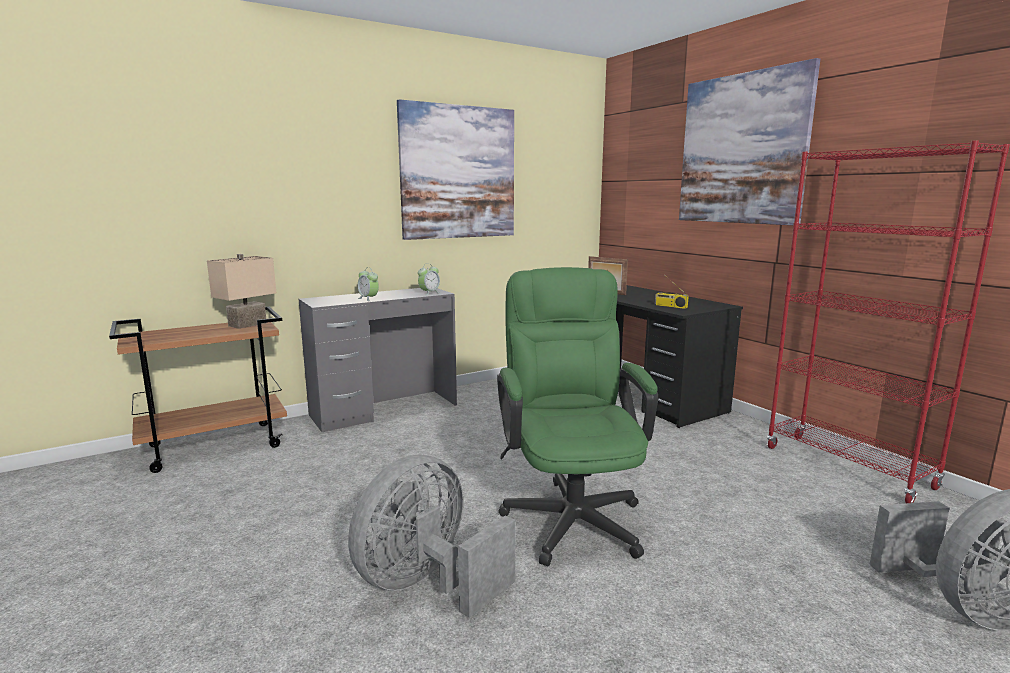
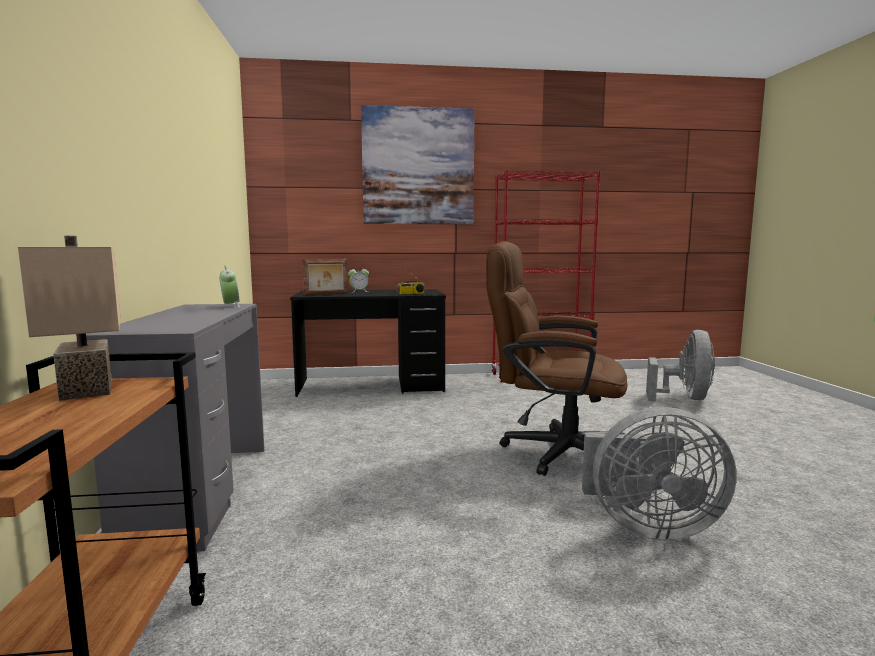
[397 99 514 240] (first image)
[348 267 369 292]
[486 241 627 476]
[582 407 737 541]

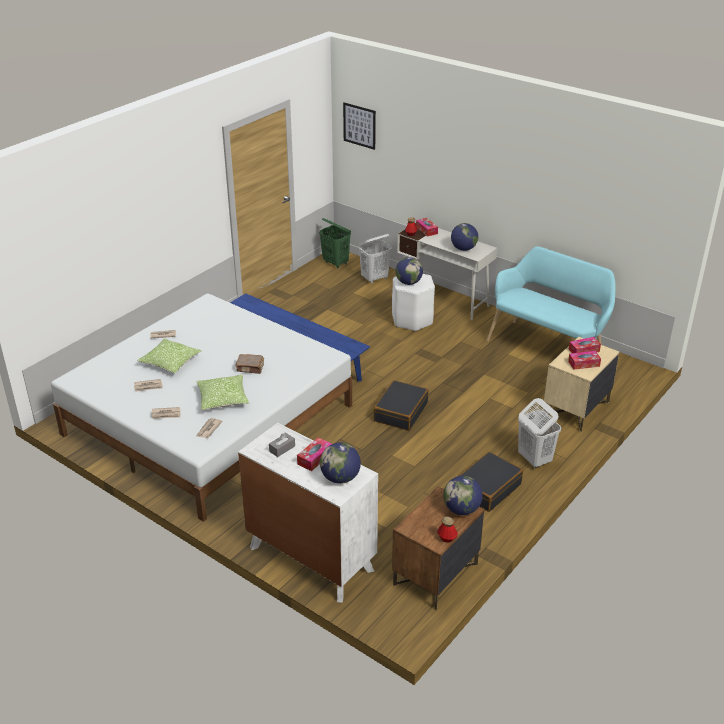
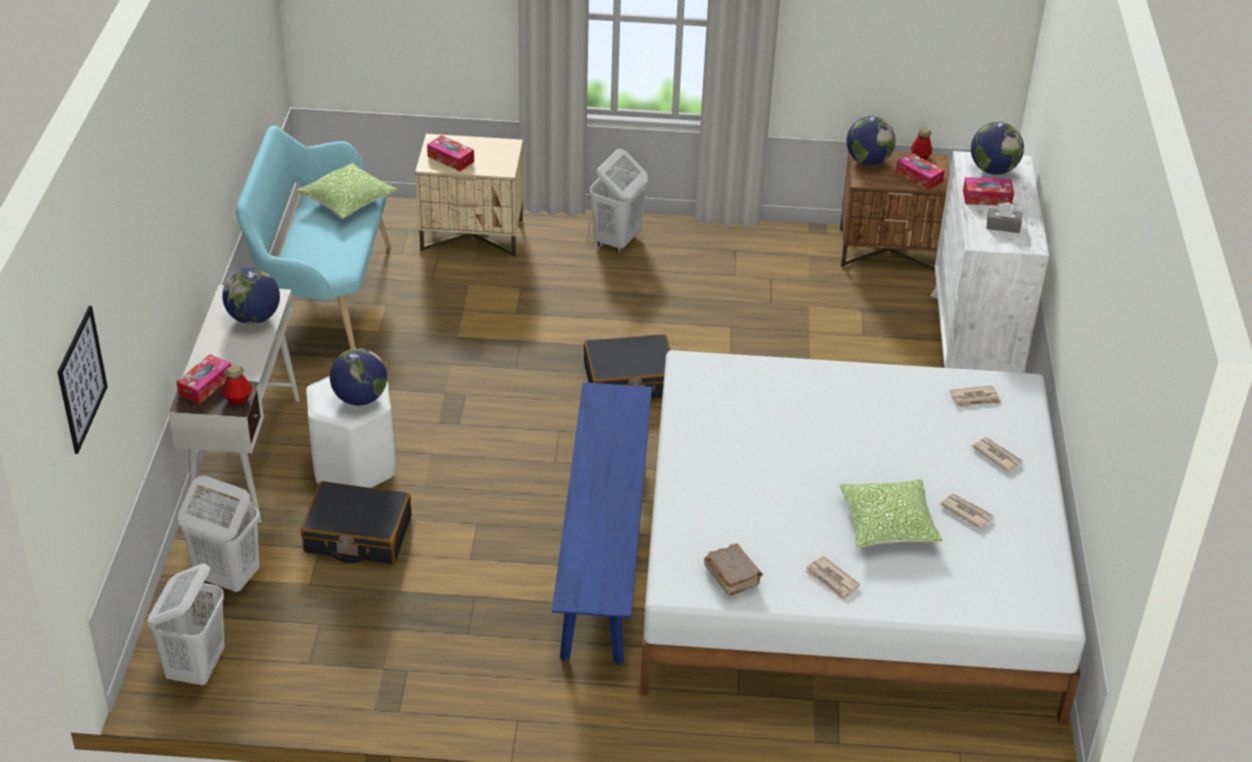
[148 563 225 686]
[896 153 945 191]
[704 544 763 595]
[296 162 397 219]
[301 481 412 565]

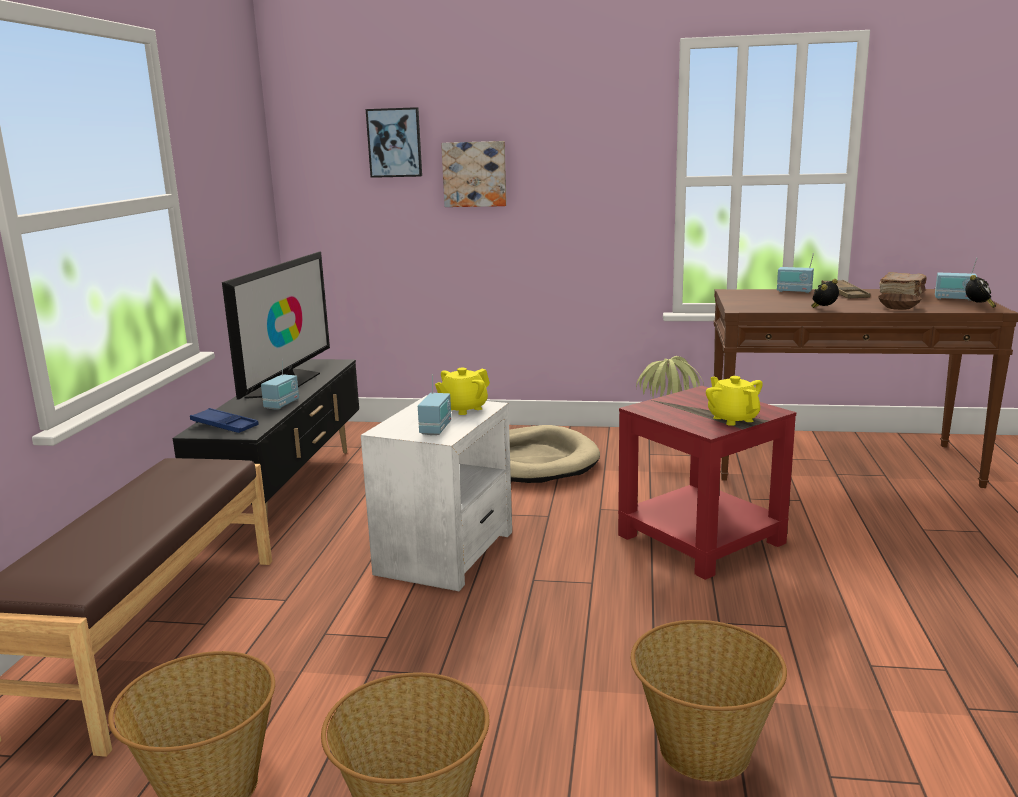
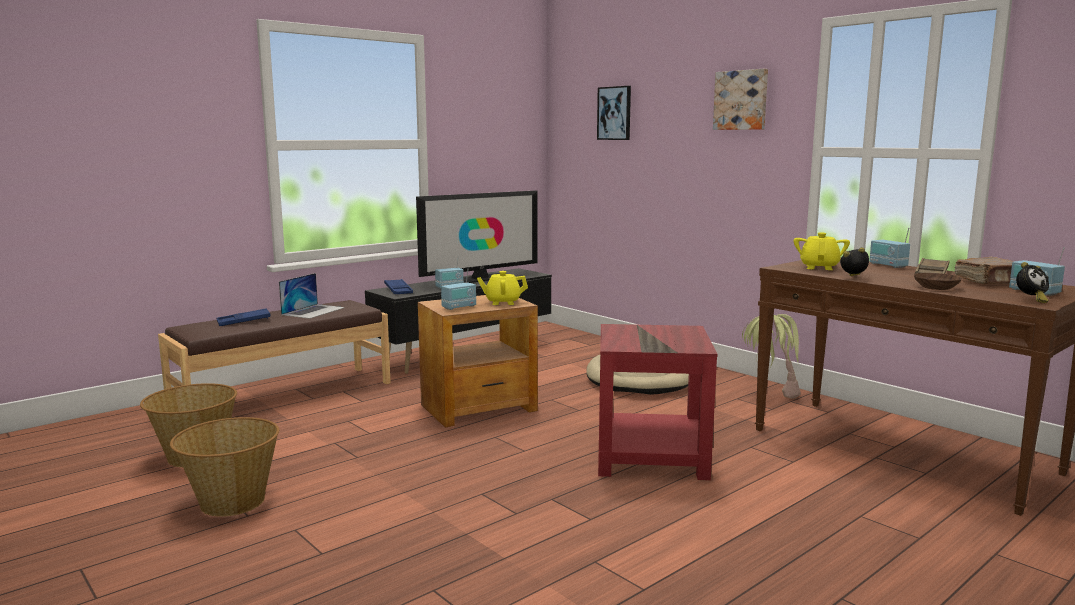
[713 69 768 130]
[794 232 850 270]
[418 295 538 427]
[631 620 787 782] (first image)
[279 273 345 319]
[216 308 271 326]

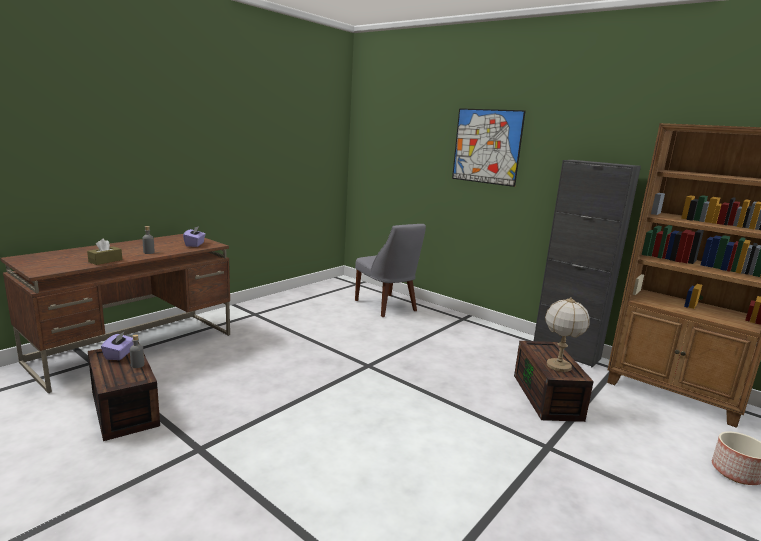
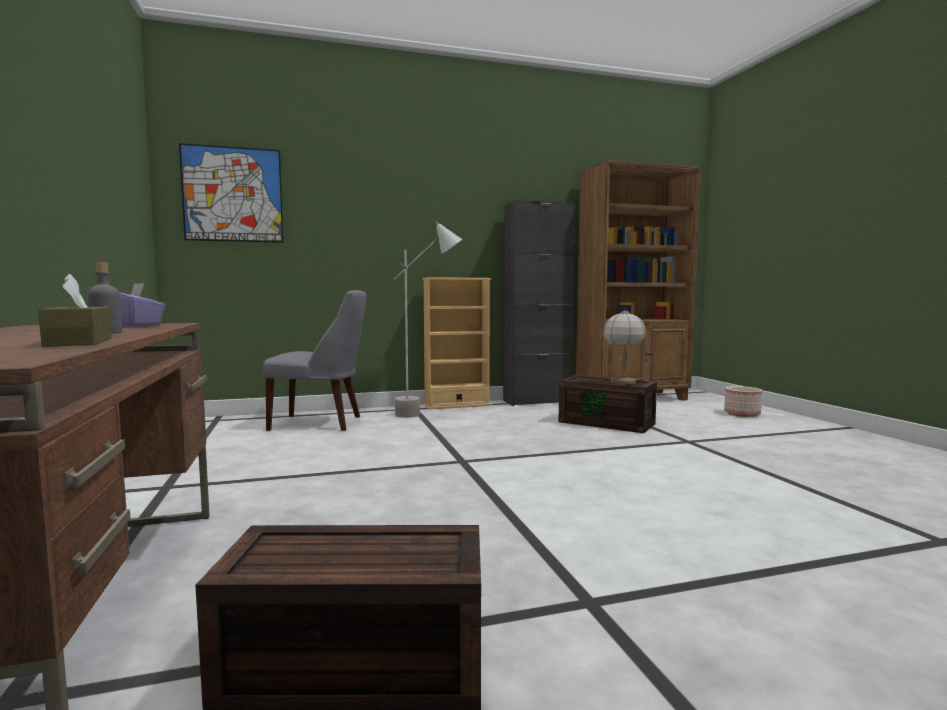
[179 143 283 243]
[101 332 134 360] (first image)
[130 335 145 368] (first image)
[394 221 463 418]
[422 277 491 410]

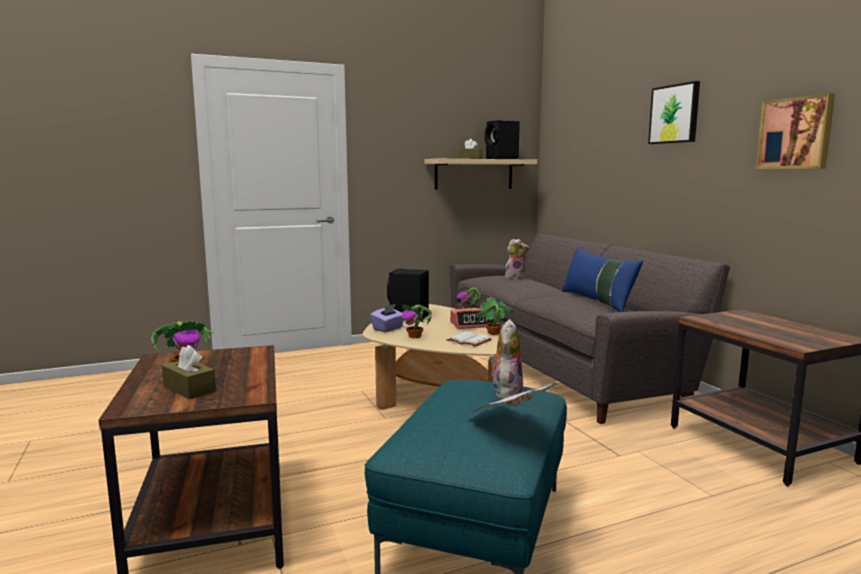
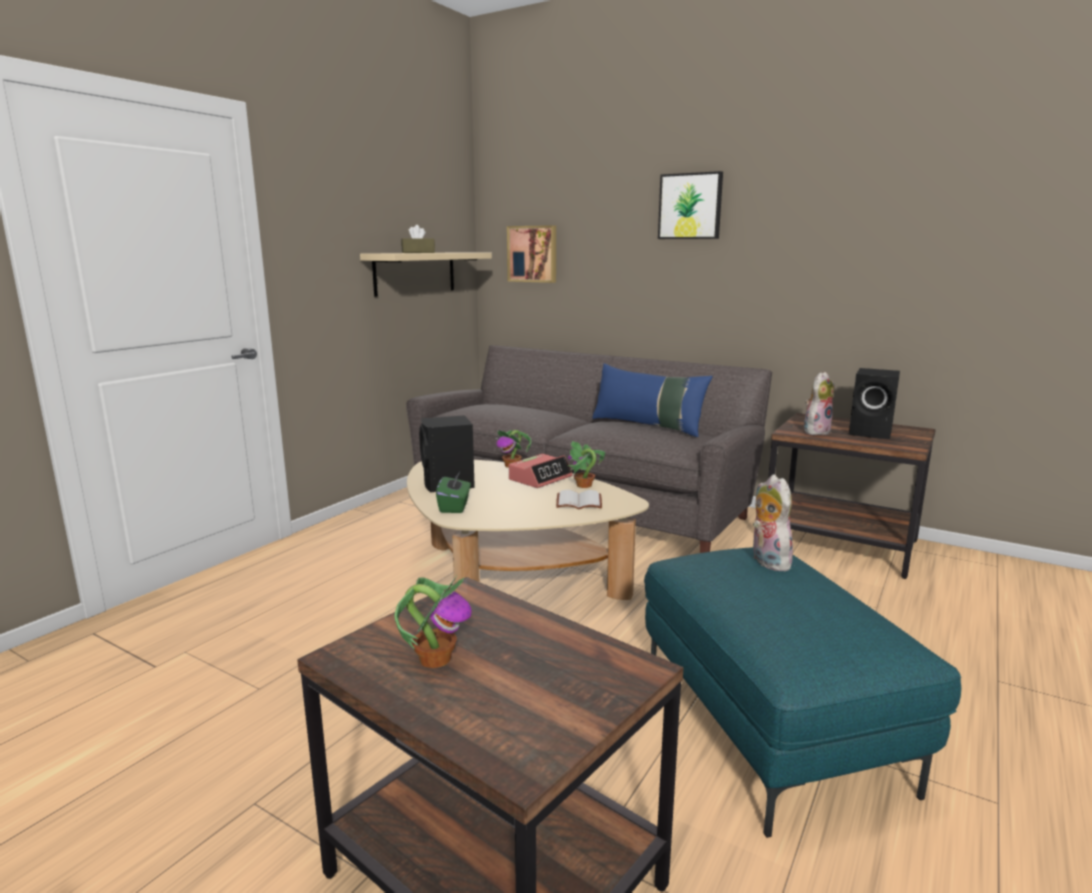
[507 225 556 283]
[849 368 900 439]
[804 372 835 435]
[436 472 471 513]
[401 304 432 338] (first image)
[162 345 216 400] (first image)
[468 383 560 414] (first image)

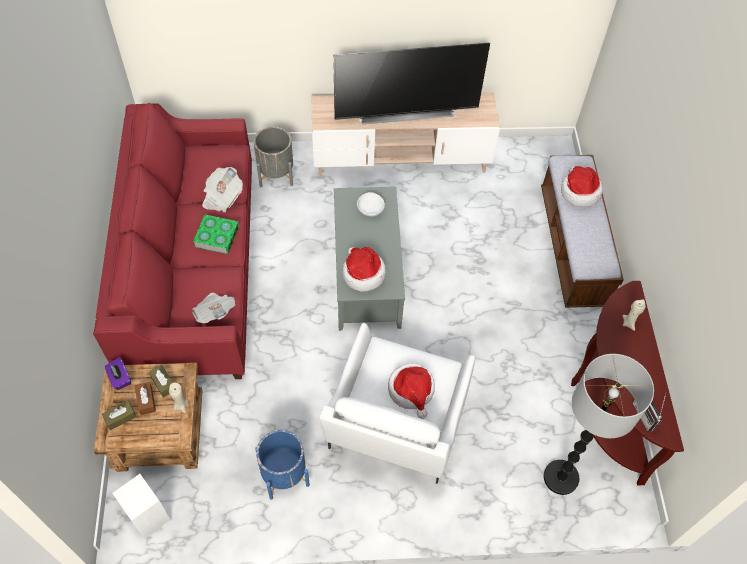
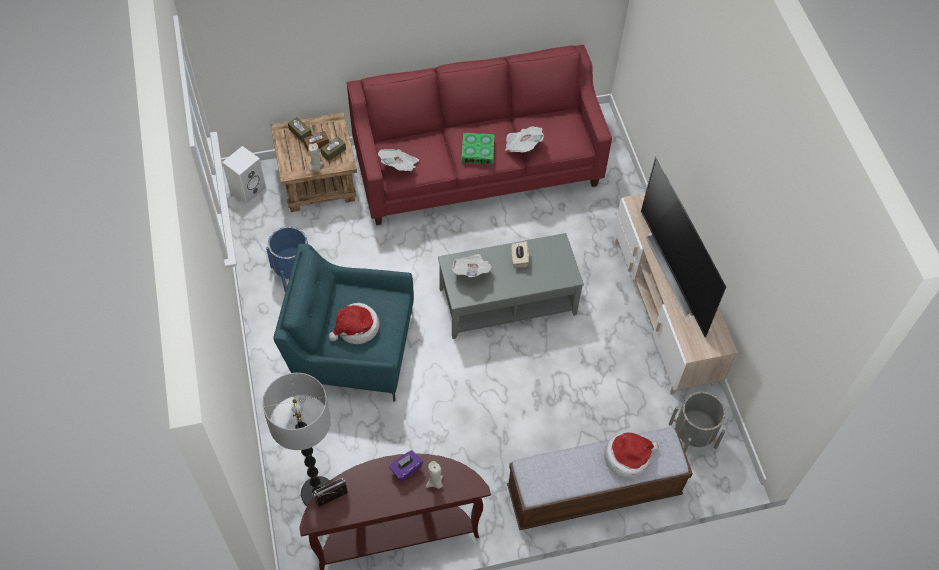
[669 392 726 453]
[357 192 385 216] (first image)
[452 254 492 277]
[273 244 414 402]
[389 450 423 481]
[512 242 529 267]

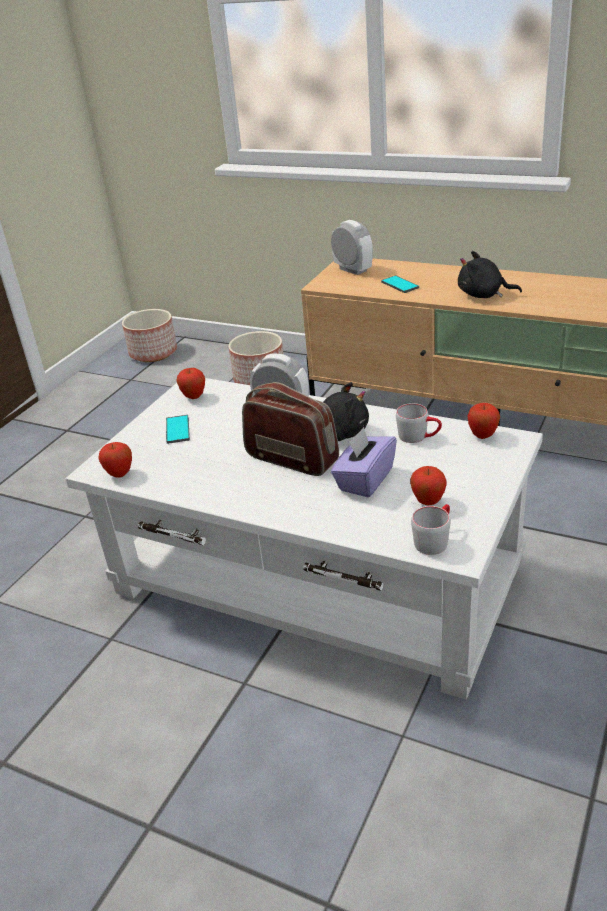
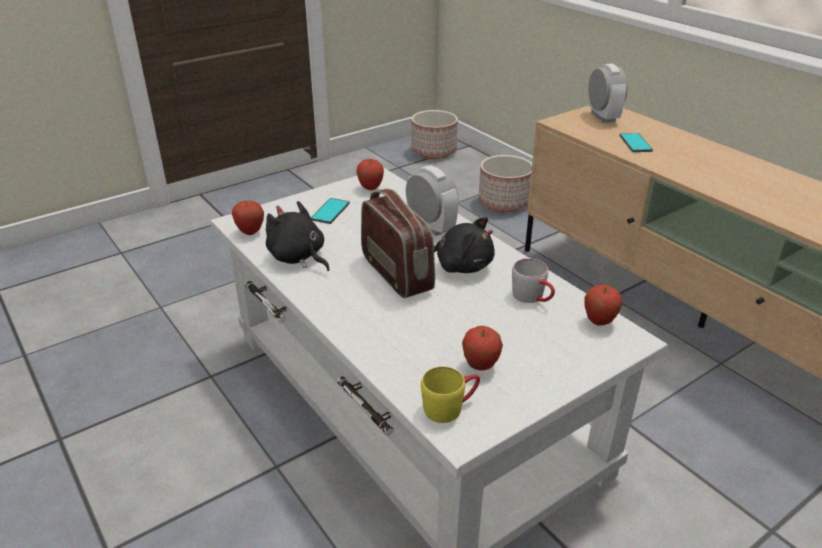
[266 201 329 271]
[331 427 397 497] (first image)
[421 366 480 423]

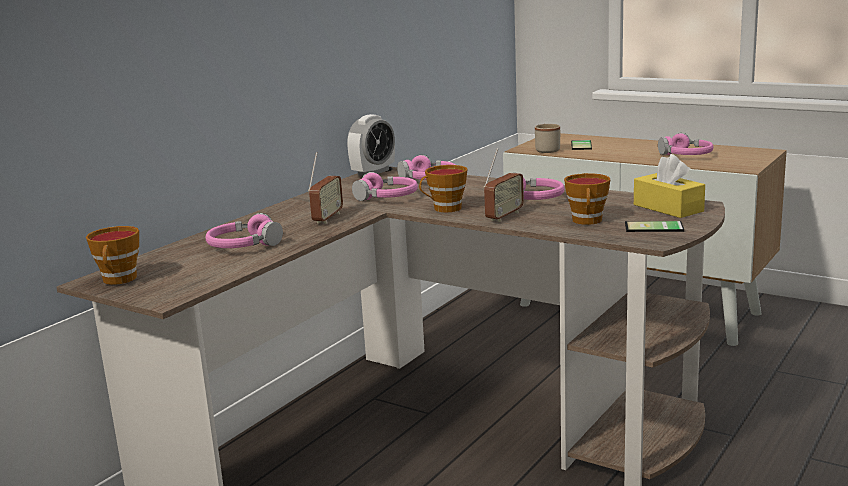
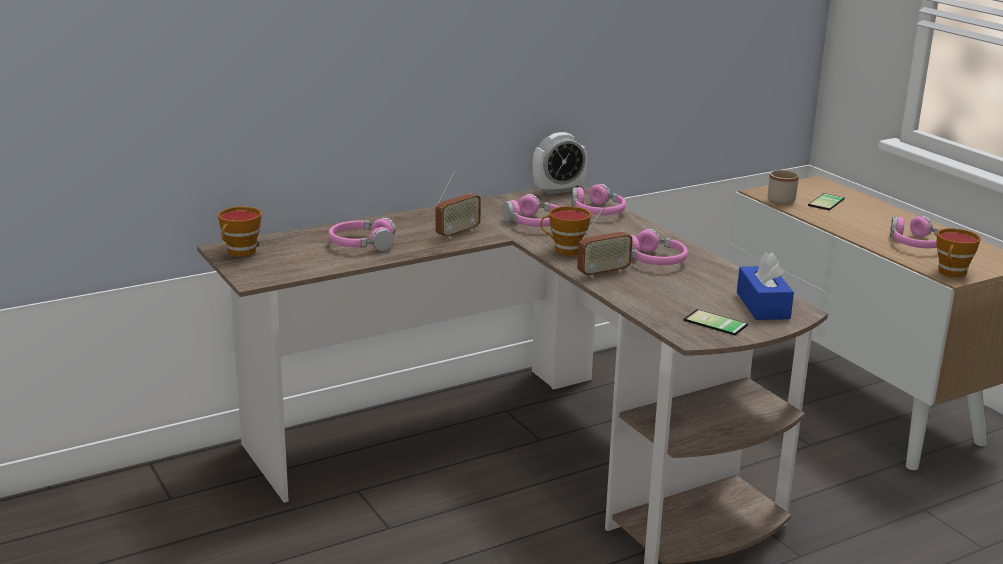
[737 252 794 320]
[937 228 981 277]

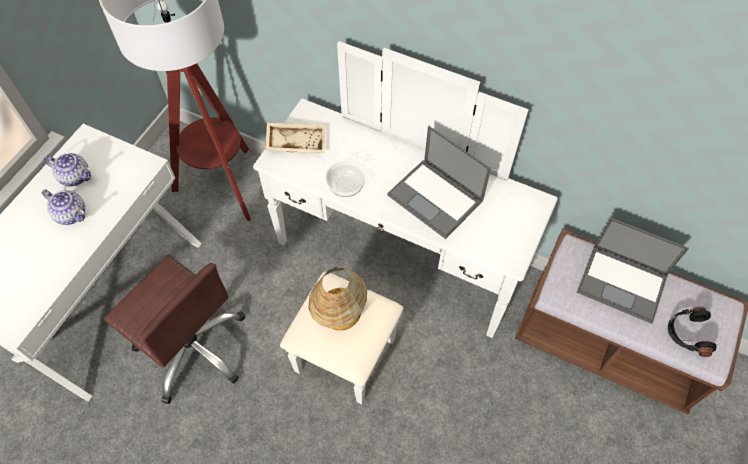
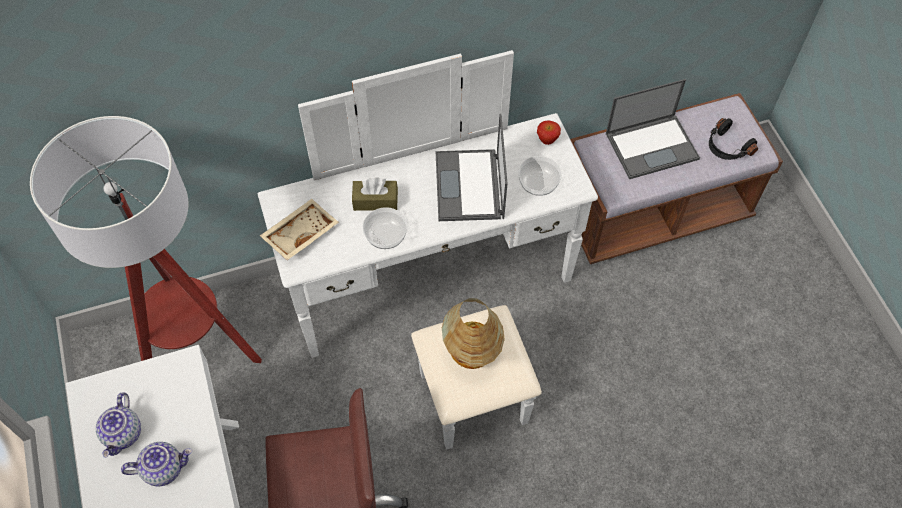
[436 114 508 221]
[96 392 141 458]
[537 120 561 145]
[518 156 562 196]
[352 177 398 211]

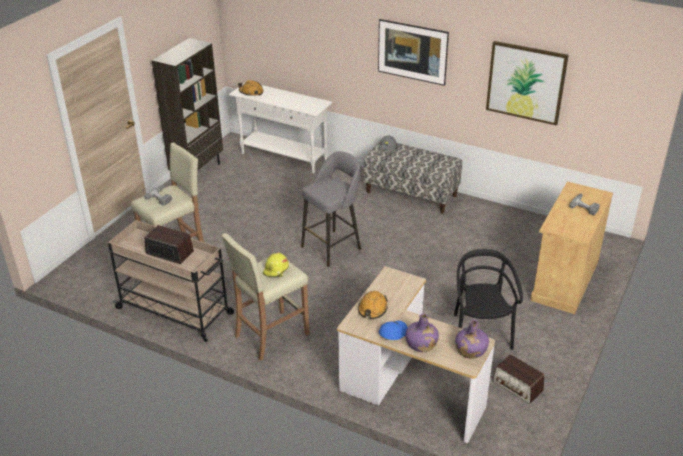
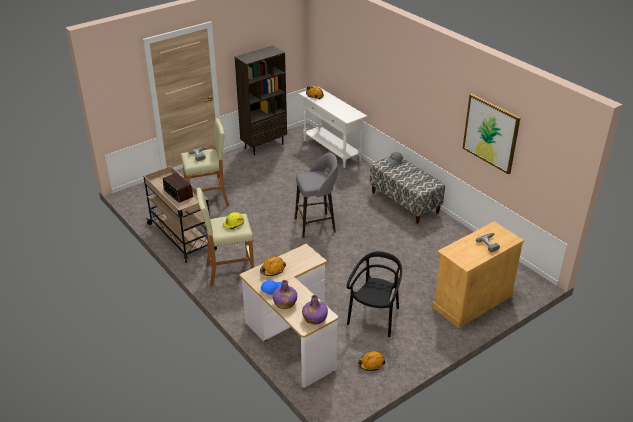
[378 19 449 86] (first image)
[358 351 385 371]

